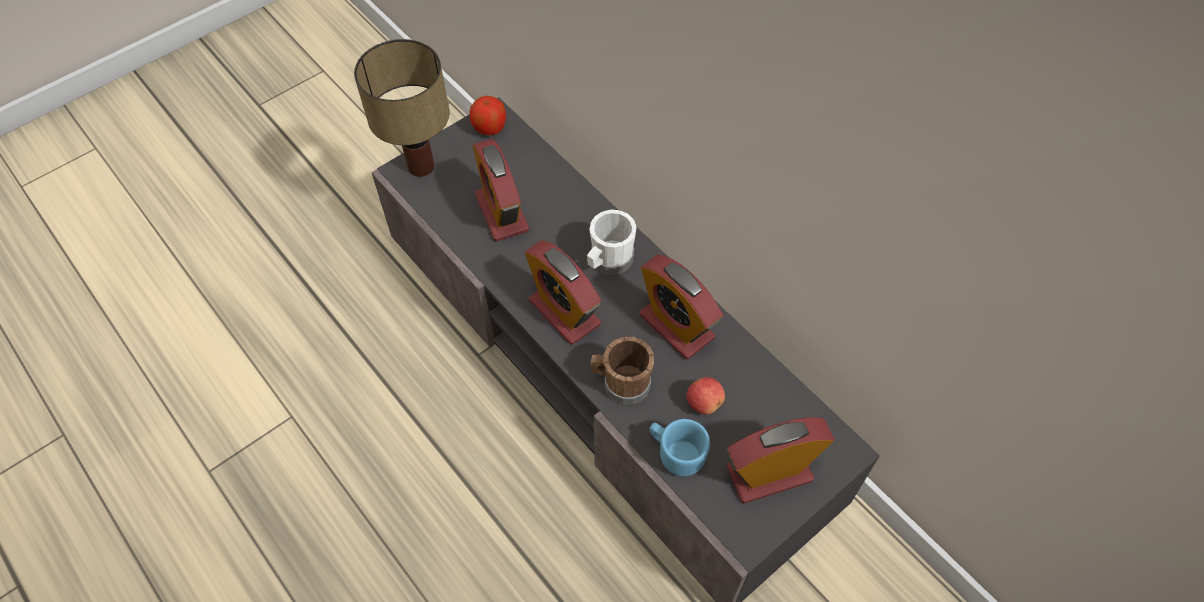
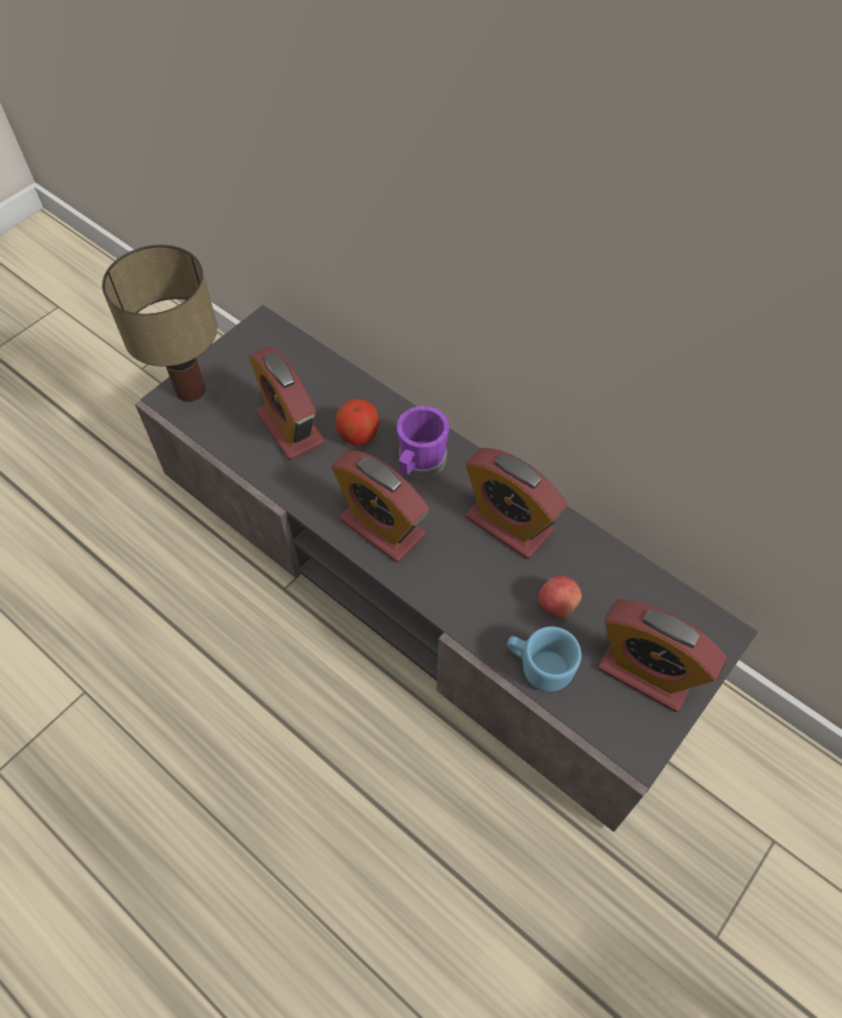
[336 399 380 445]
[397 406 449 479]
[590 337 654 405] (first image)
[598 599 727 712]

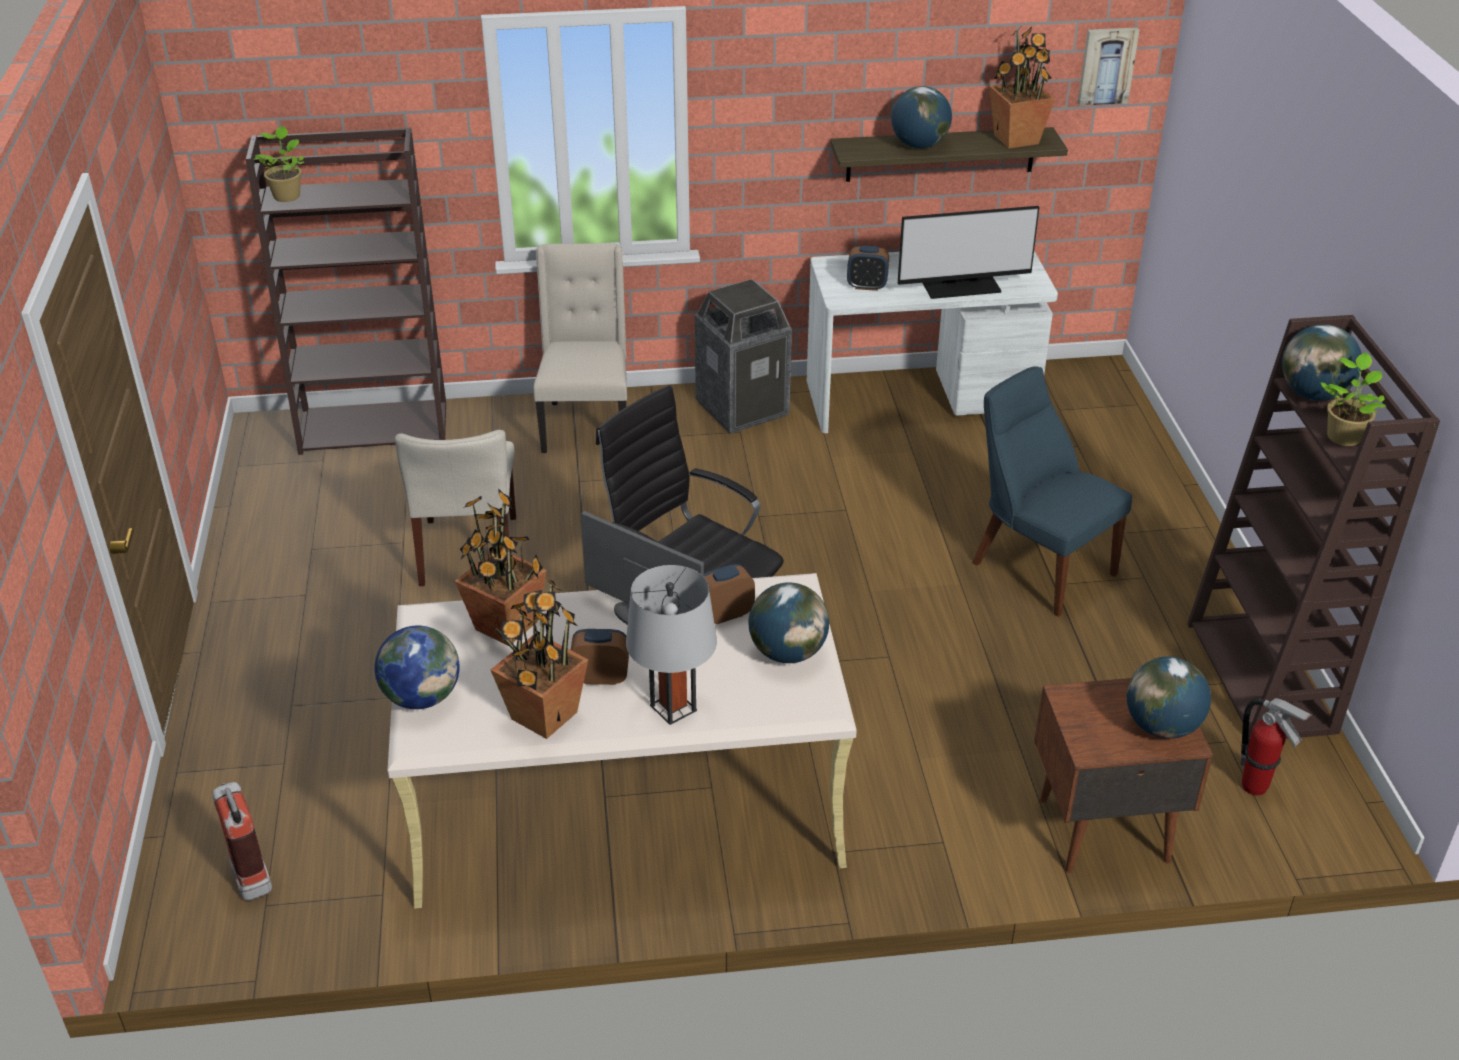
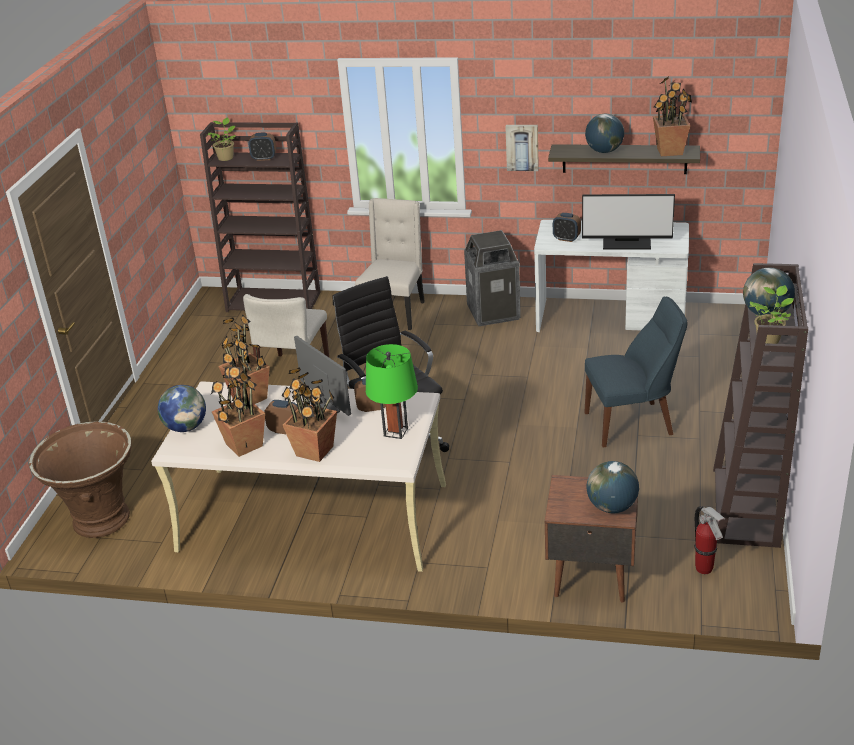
[505 125 539 171]
[584 296 688 448]
[281 367 337 462]
[366 344 418 439]
[29 421 132 538]
[249 133 276 161]

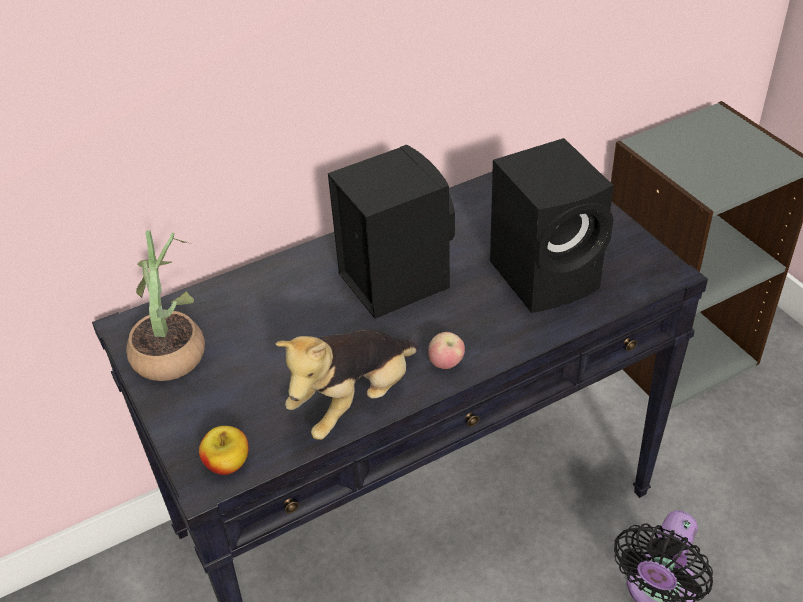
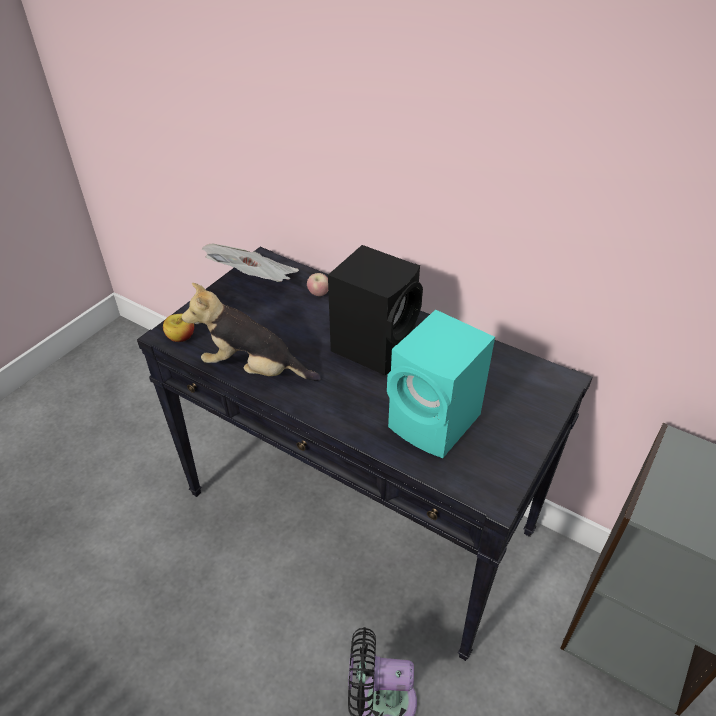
[387 309 495 458]
[202 244 299 282]
[307 273 328 296]

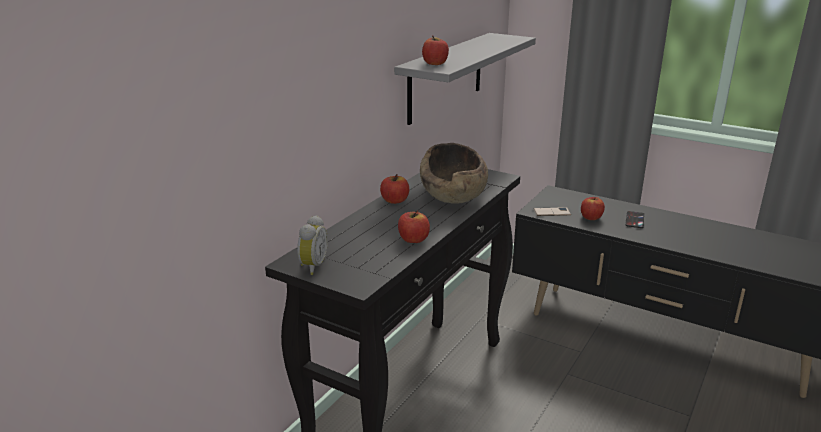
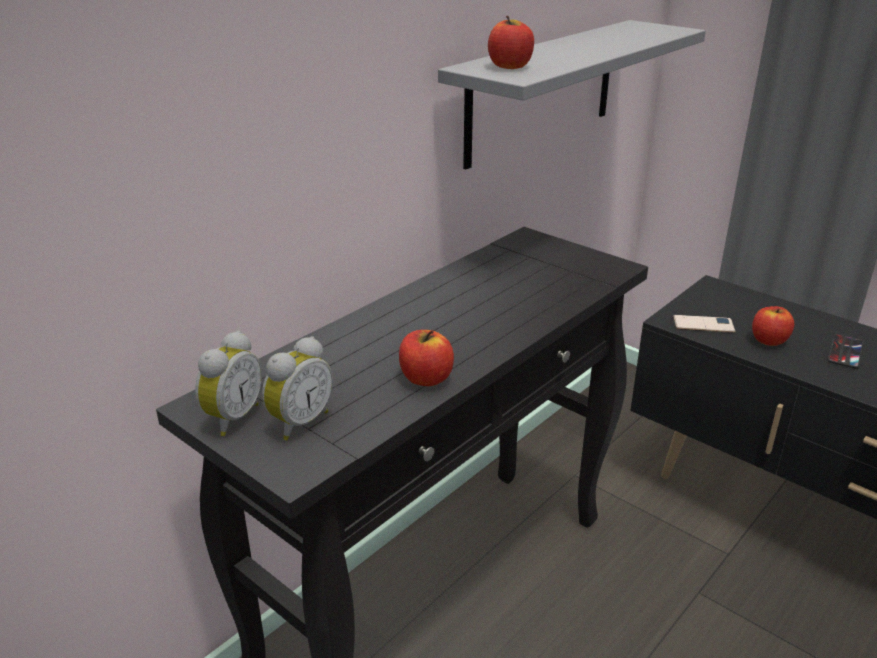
[420 143 488 204] (first image)
[380 174 409 204] (first image)
[262 336 333 441]

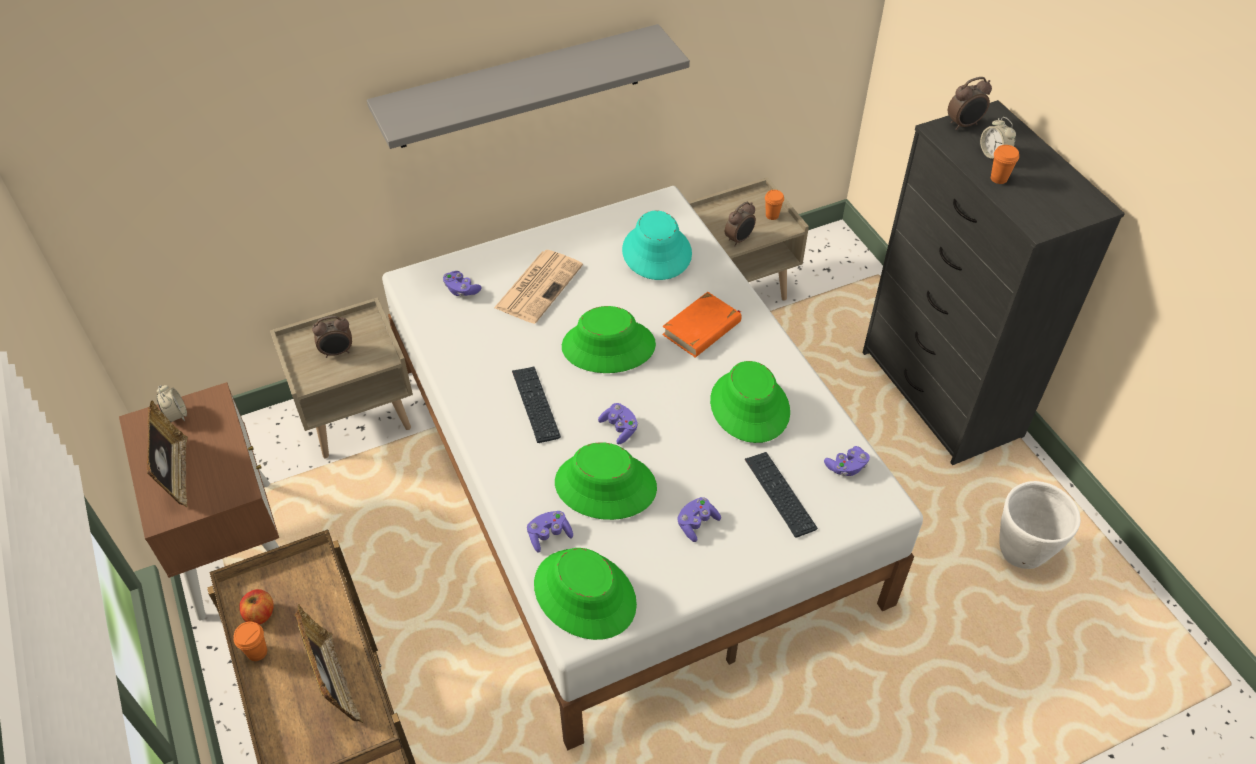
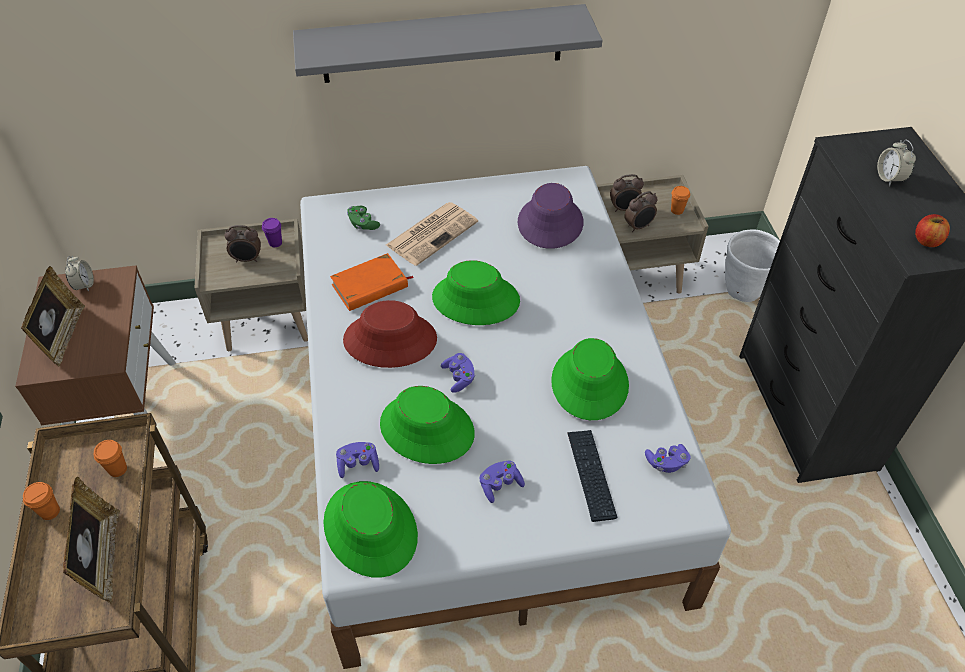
[610 174 644 212]
[94 440 127 477]
[518 183 584 249]
[347 206 380 230]
[330 253 414 311]
[343 300 437 368]
[725 229 780 302]
[915 214 950 247]
[262 218 282 247]

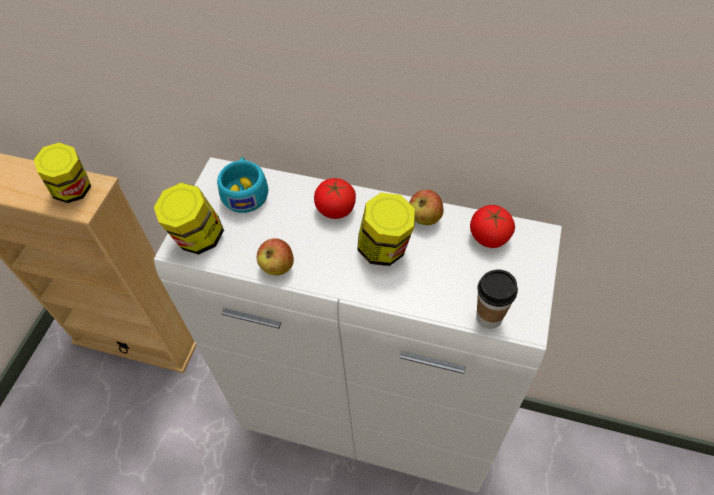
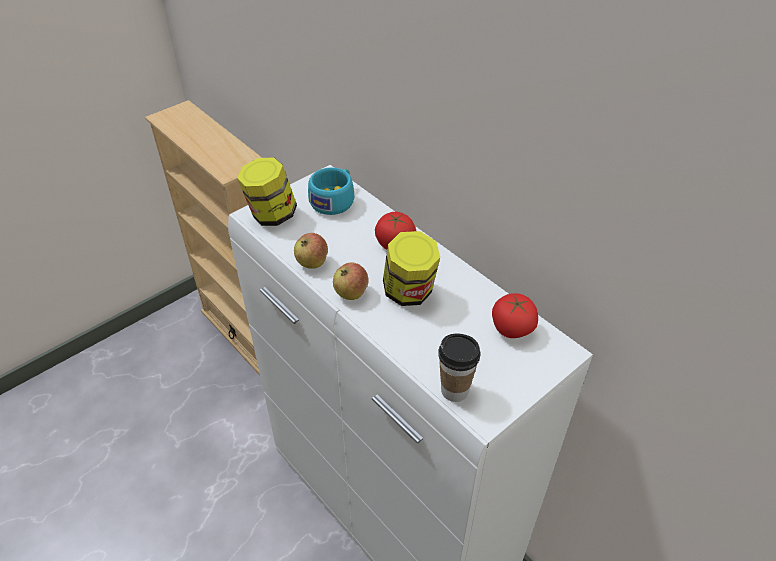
[34 143 91 203] (first image)
[333 262 369 300]

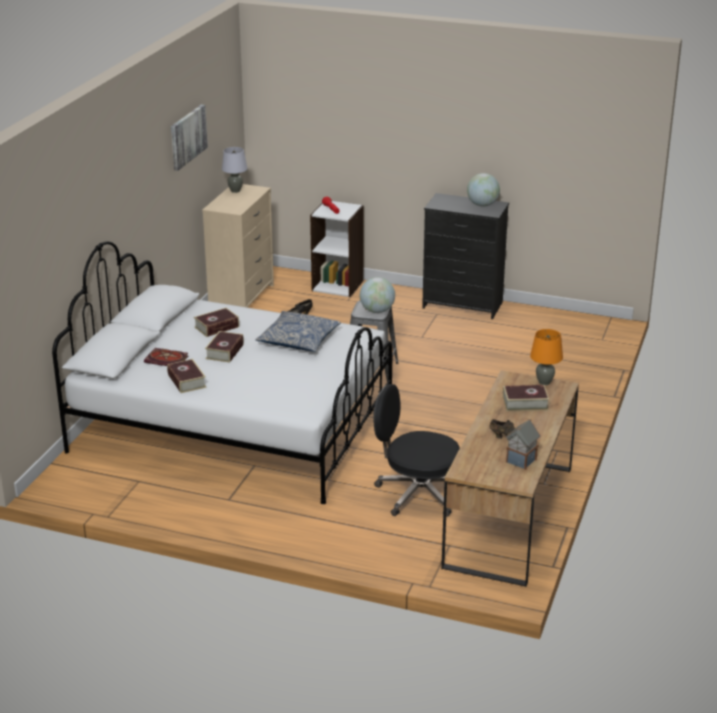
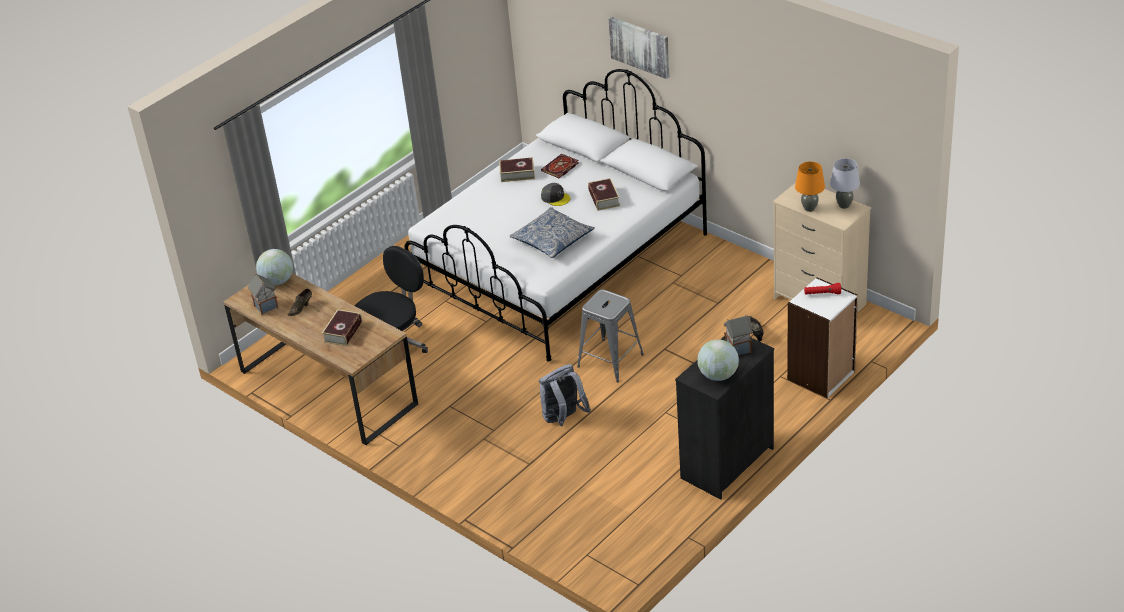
[608 17 670 79]
[256 249 293 285]
[795 161 825 212]
[541 183 570 206]
[723 314 753 355]
[539 364 591 426]

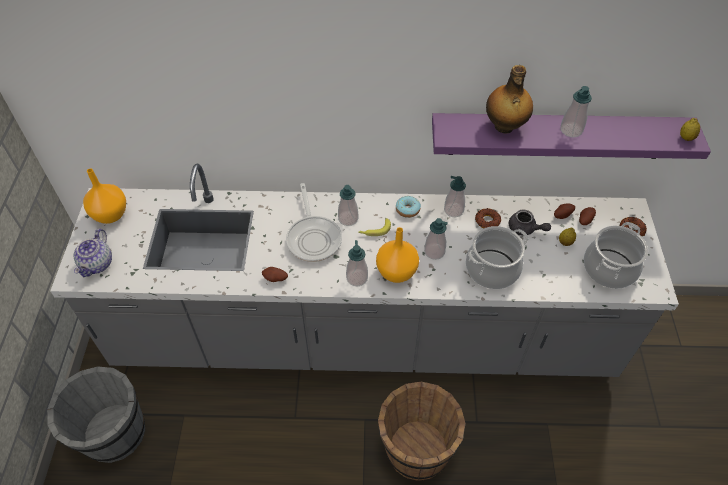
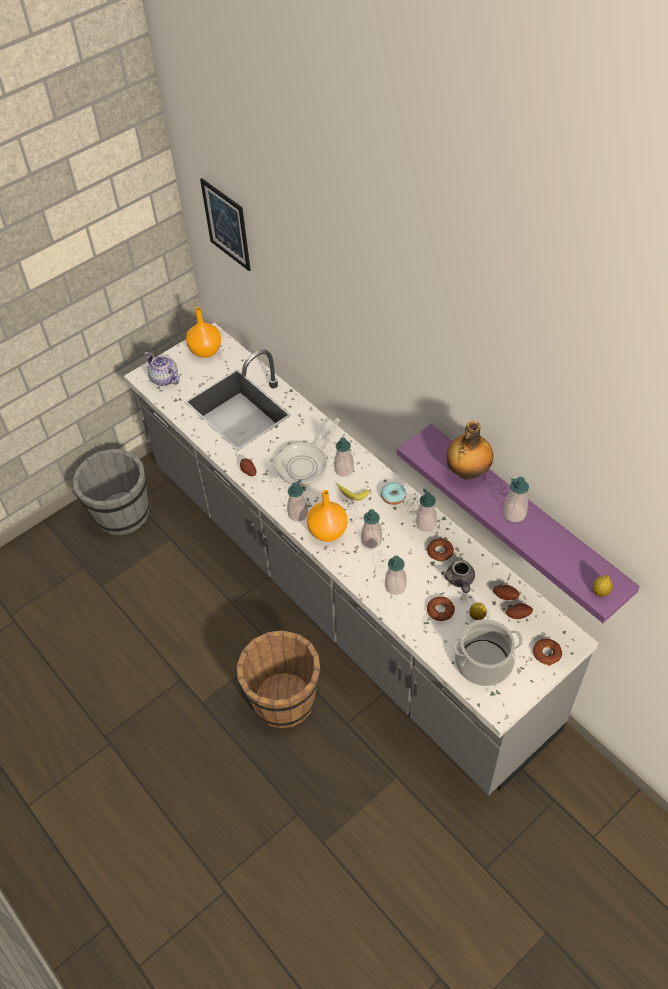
[385 556 407 595]
[144 352 180 386]
[200 178 251 271]
[427 597 455 621]

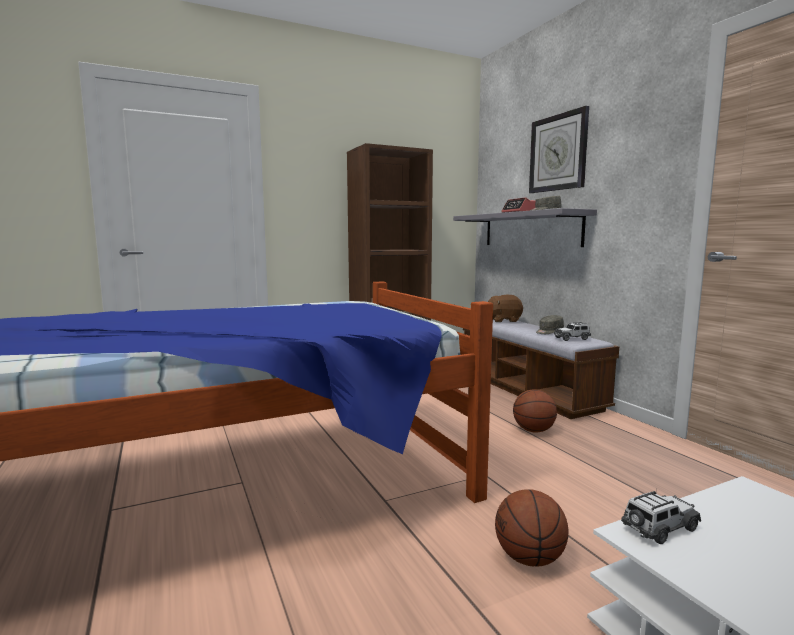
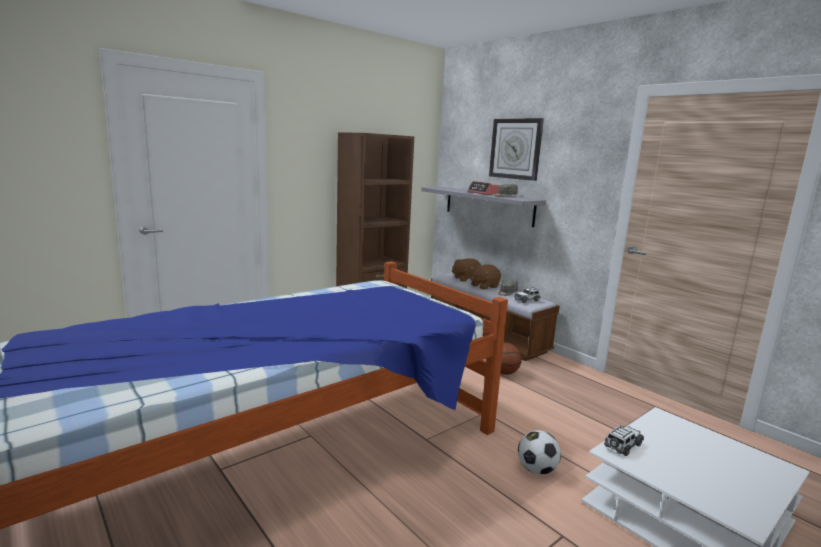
[518 430 561 474]
[470 264 501 290]

